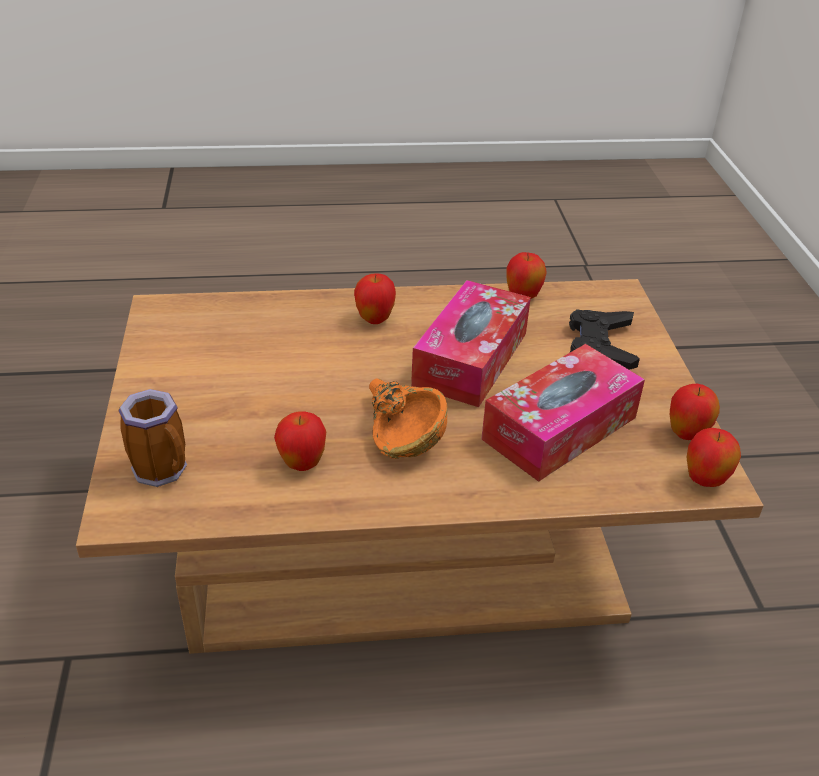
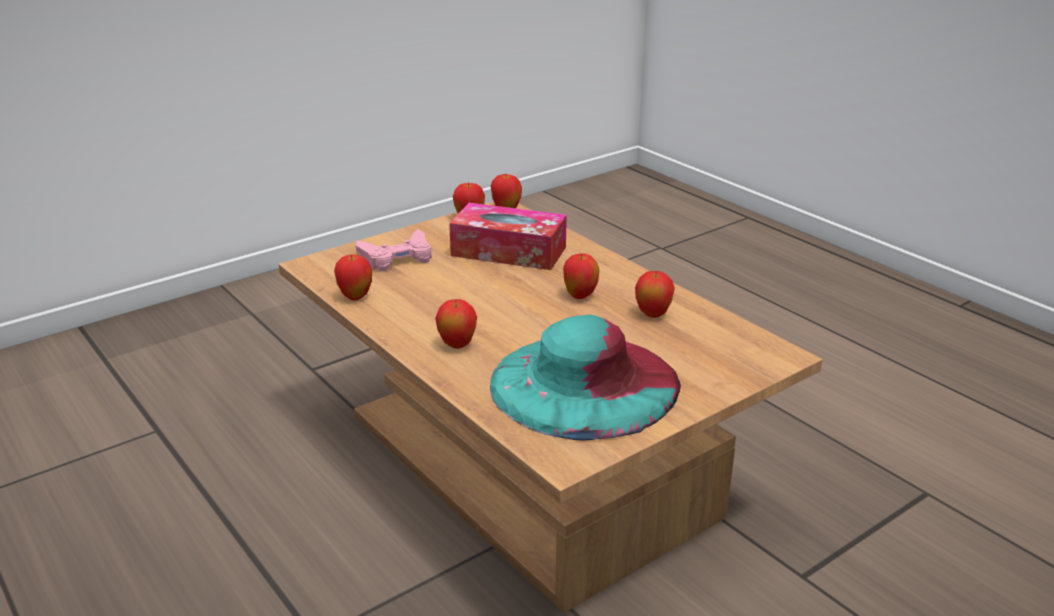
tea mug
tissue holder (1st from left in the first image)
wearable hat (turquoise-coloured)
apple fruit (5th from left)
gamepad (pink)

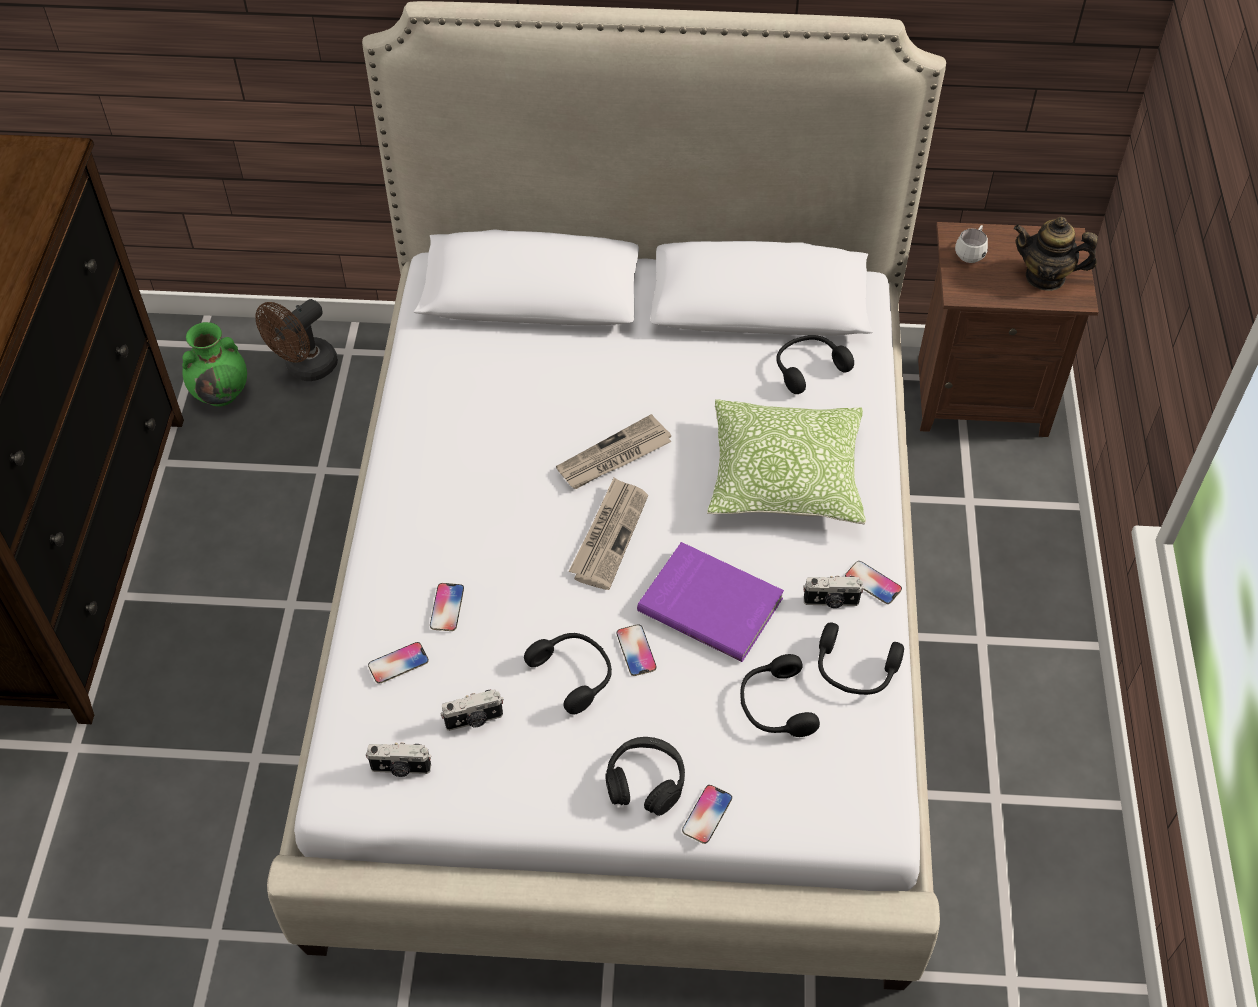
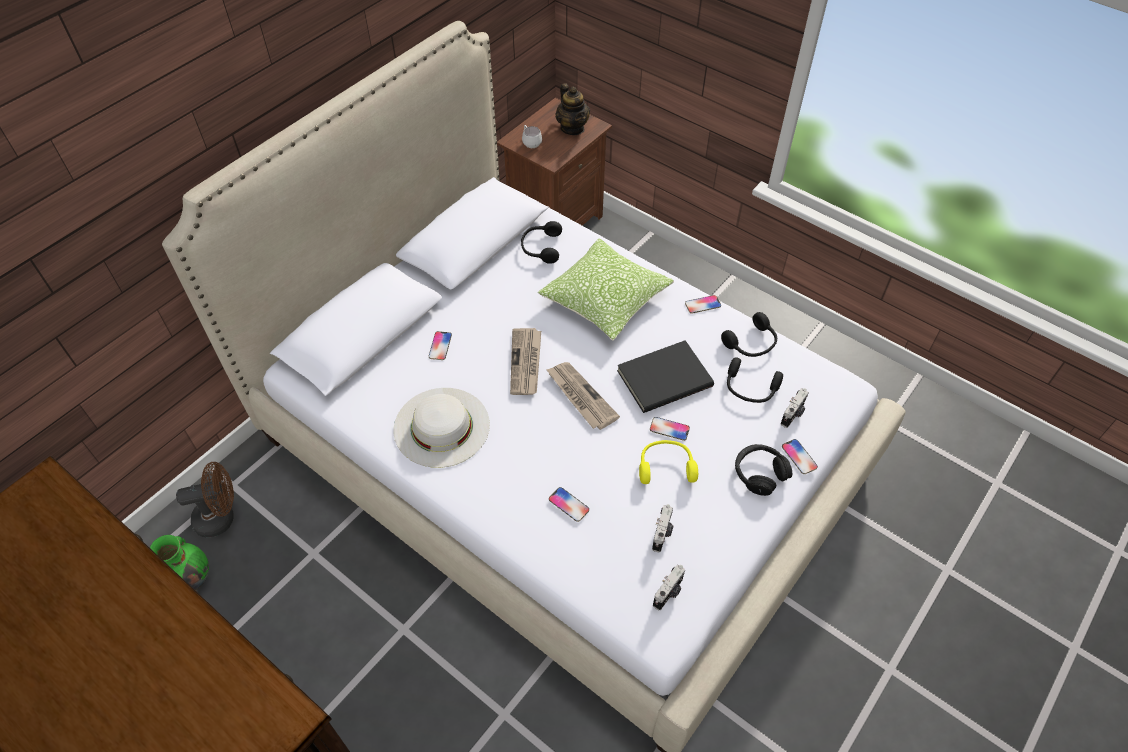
wearable hat (white)
telephone (1st from left)
photo camera (3rd from left)
headset (yellow)
book (blackish)
fan (brown)
teapot

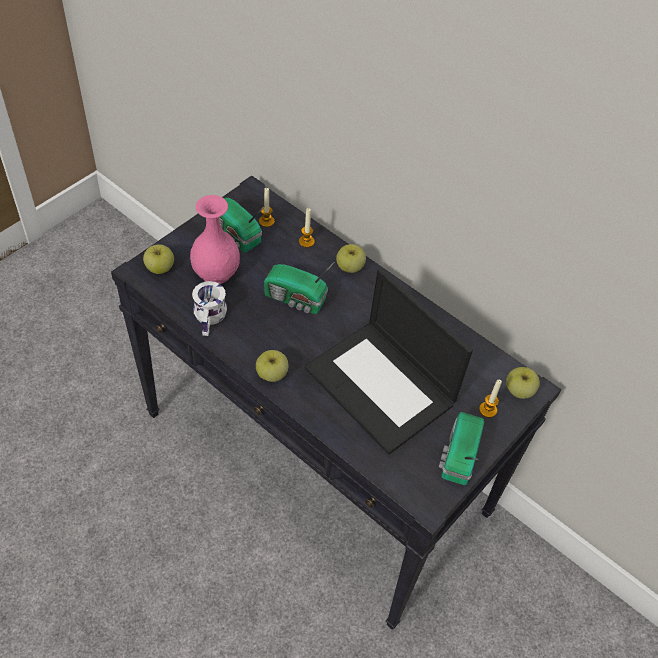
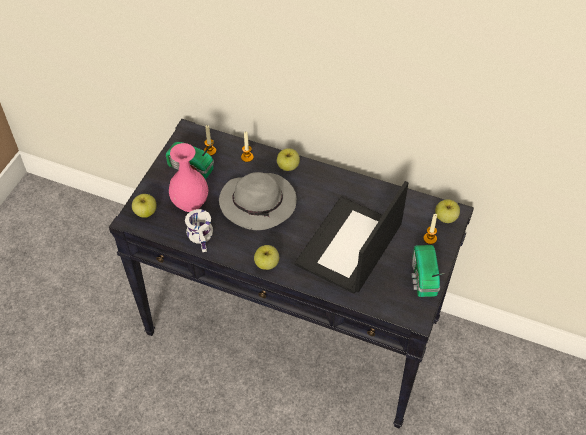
wearable hat (gray)
notebook computer

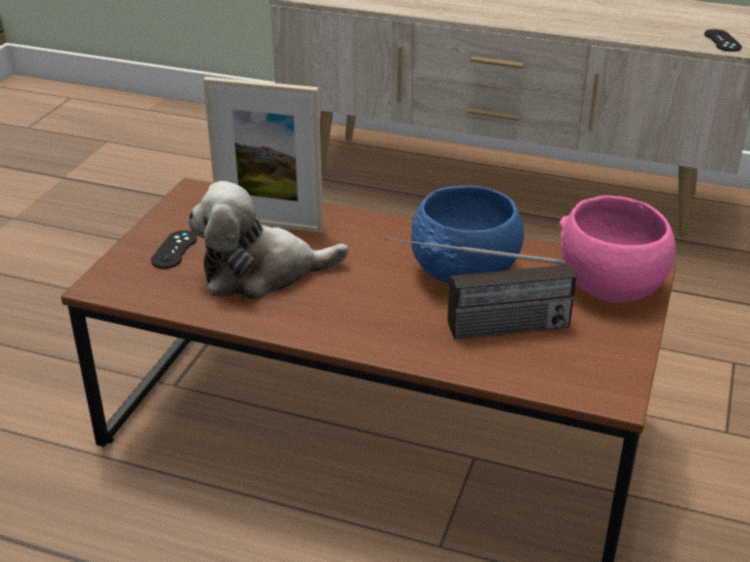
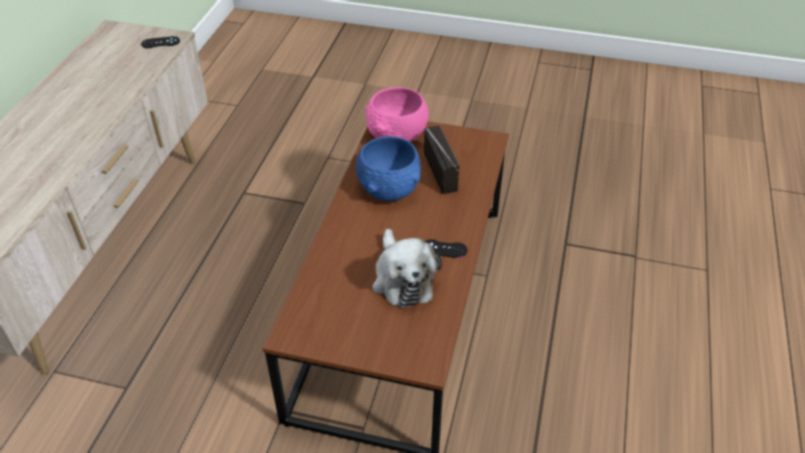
photo frame
gamepad (blackish) (2nd from left)

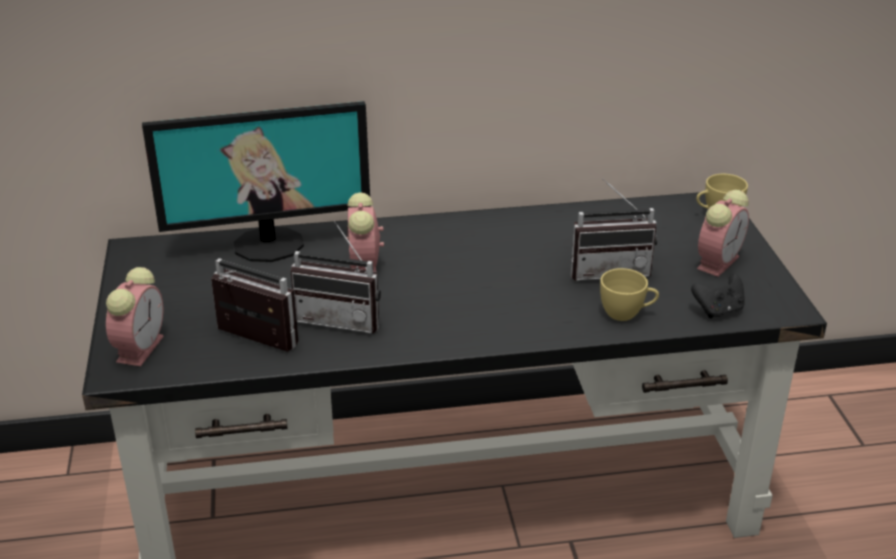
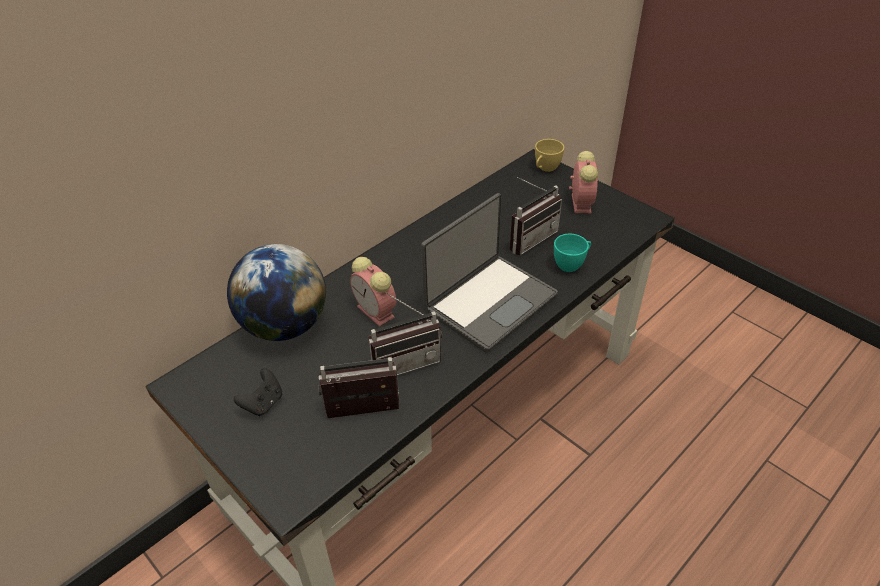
alarm clock (1st from left in the first image)
notebook computer
gamepad (blackish)
globe
cup (turquoise-coloured)

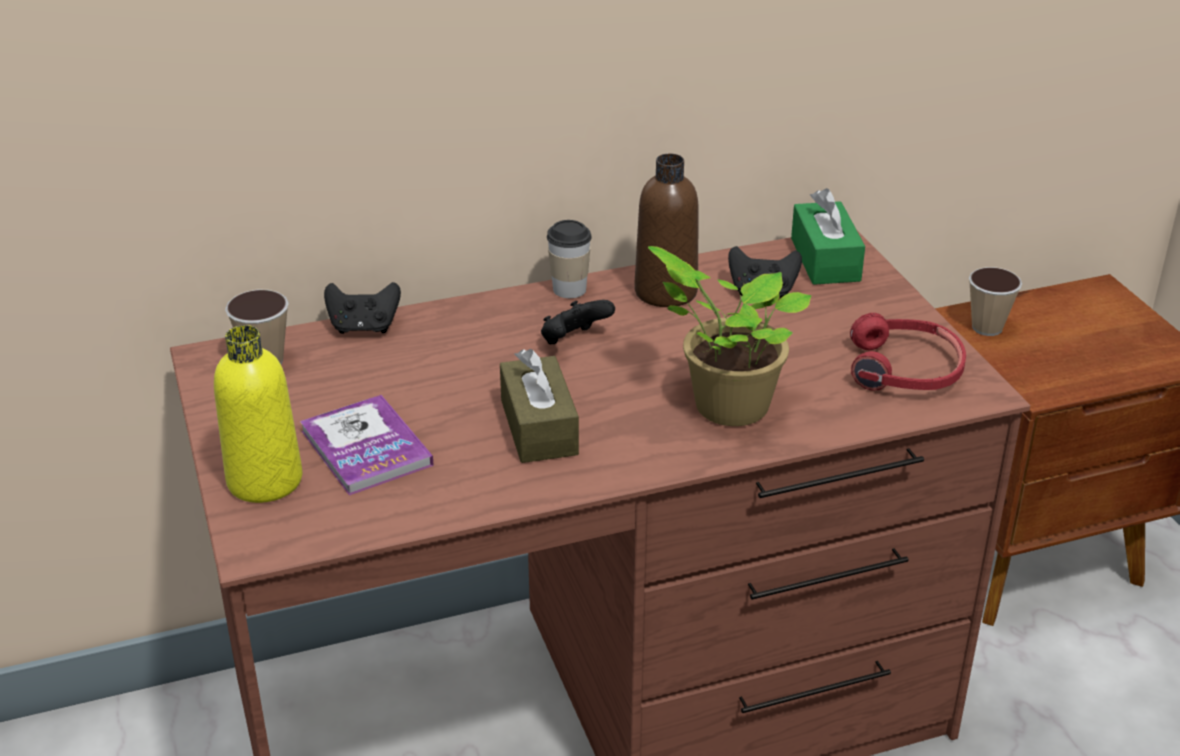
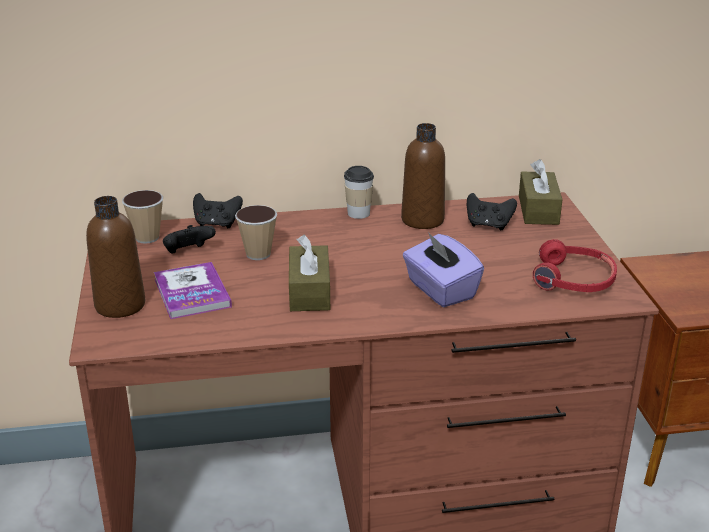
gamepad (blackish) (1st from left)
cup (2nd from left)
tissue holder (purplish)
beverage bottle (brown) (1st from left)
tissue holder (brown) (2nd from left)

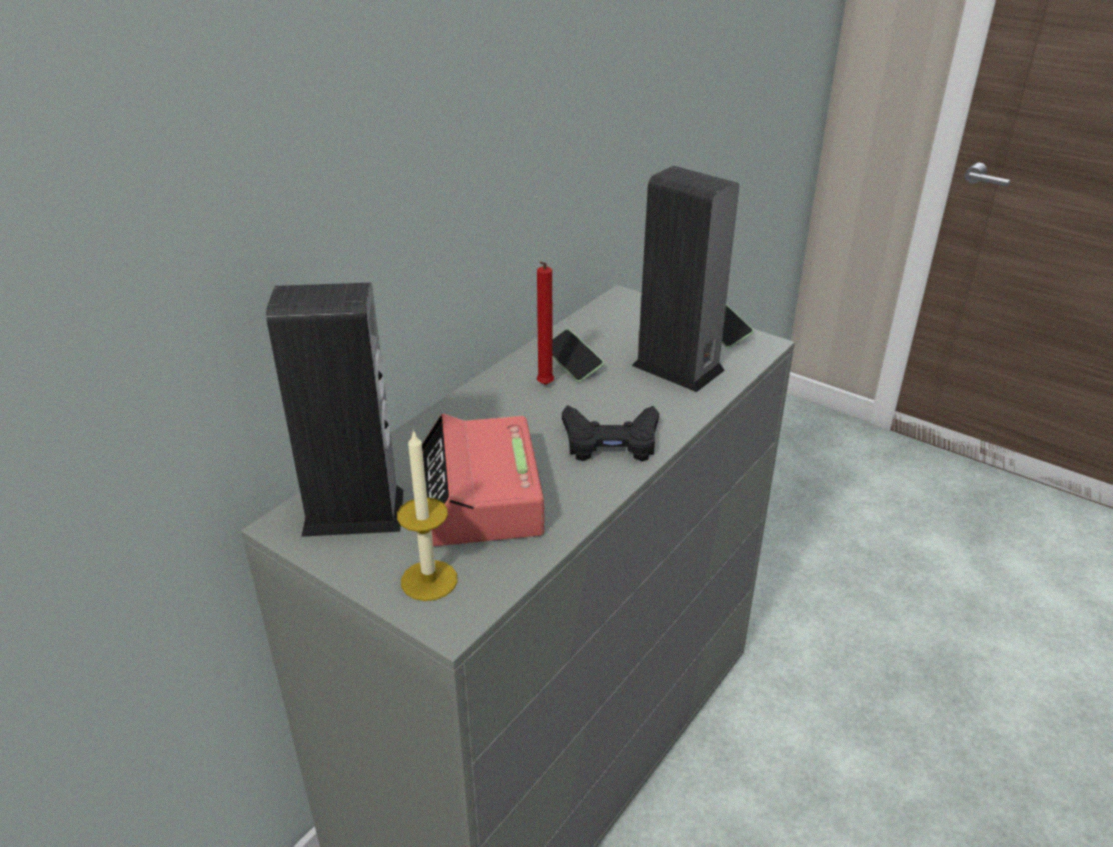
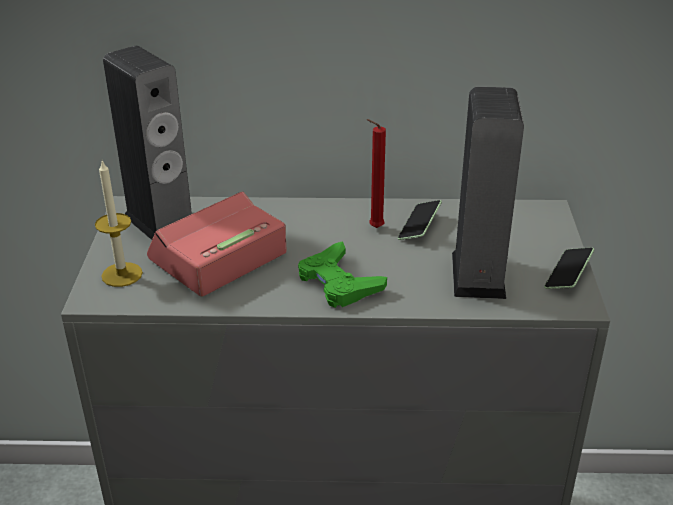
gamepad (greenish)

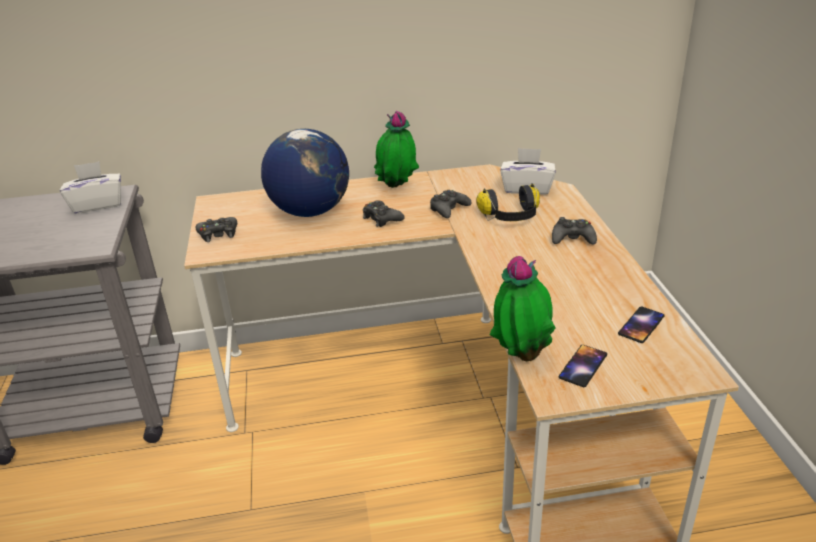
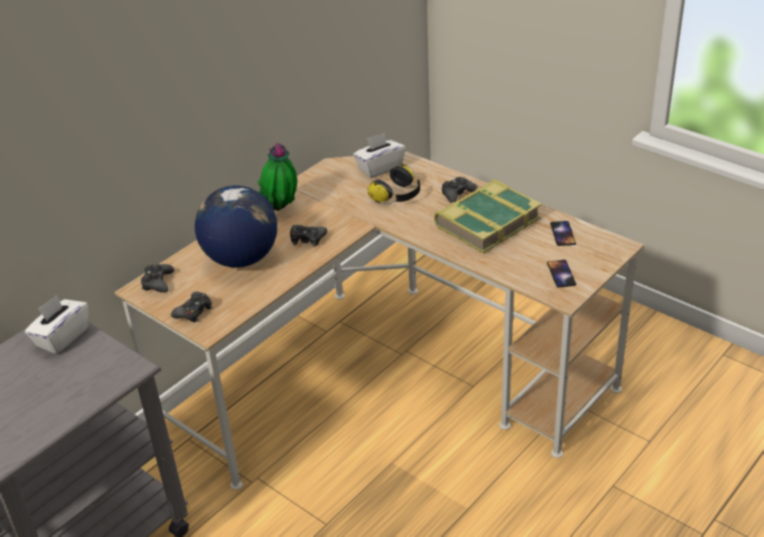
houseplant (2nd from left in the first image)
book
gamepad (blackish) (1st from left)

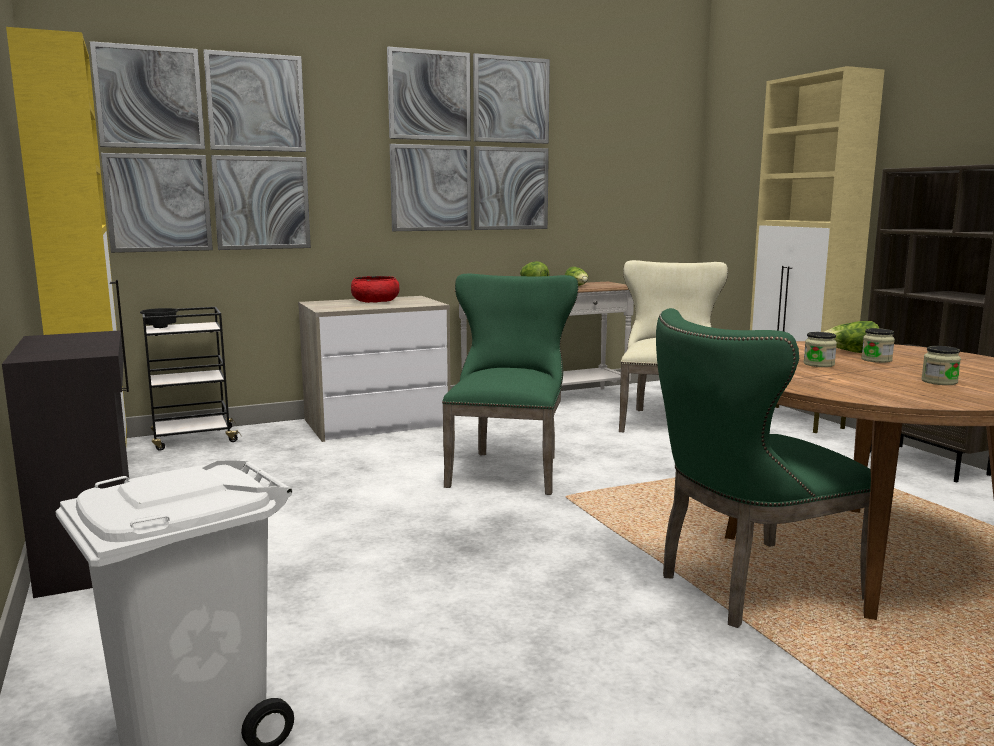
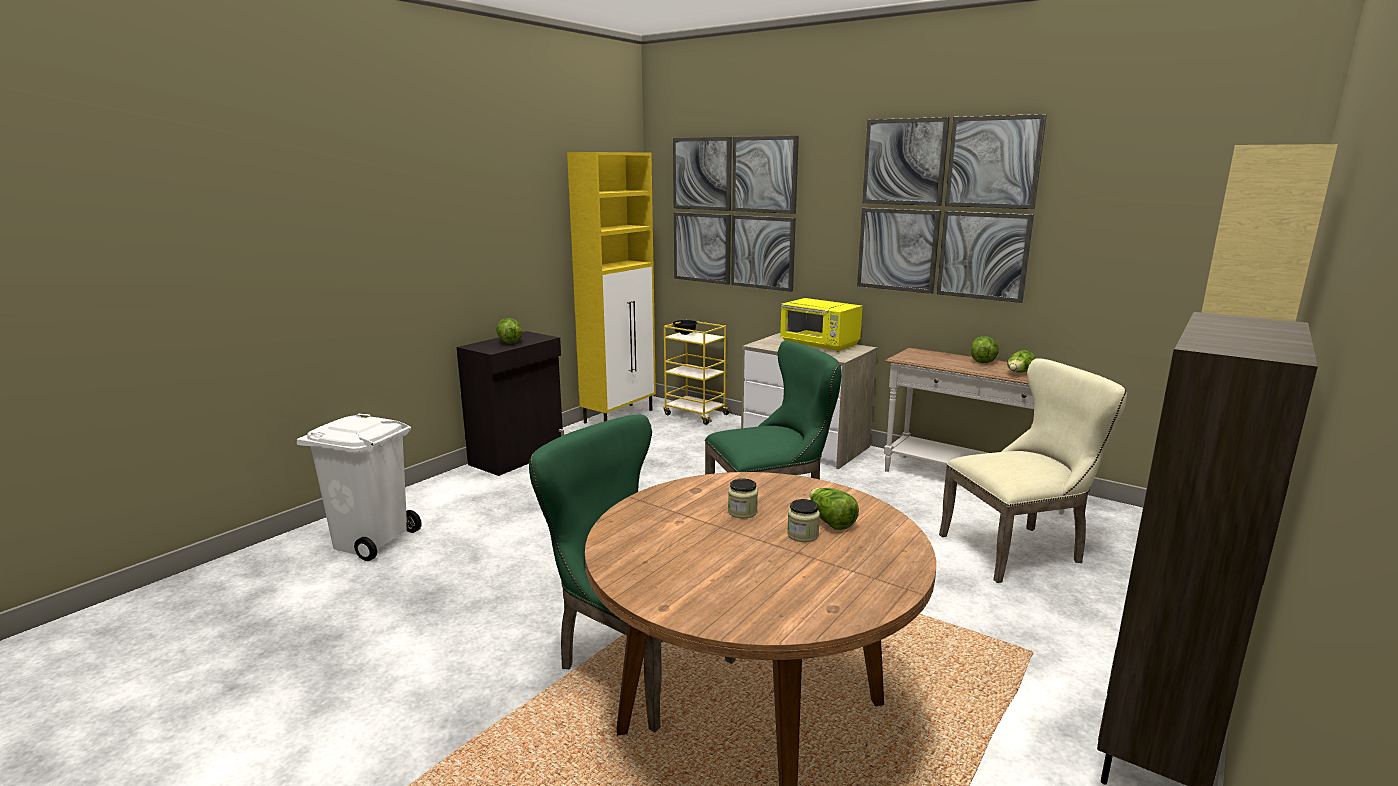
preserve jar (3rd from left in the first image)
lettuce (1st from left)
microwave oven (yellow)
cart (yellow)

